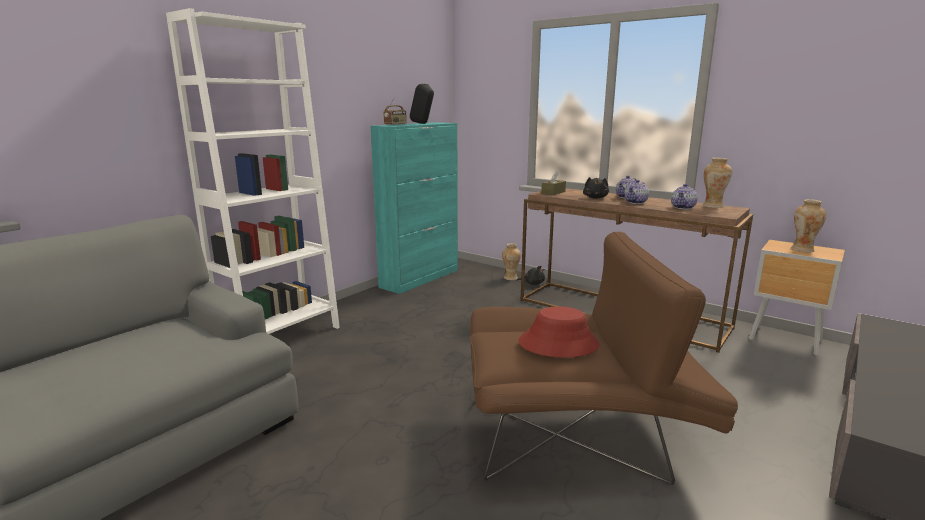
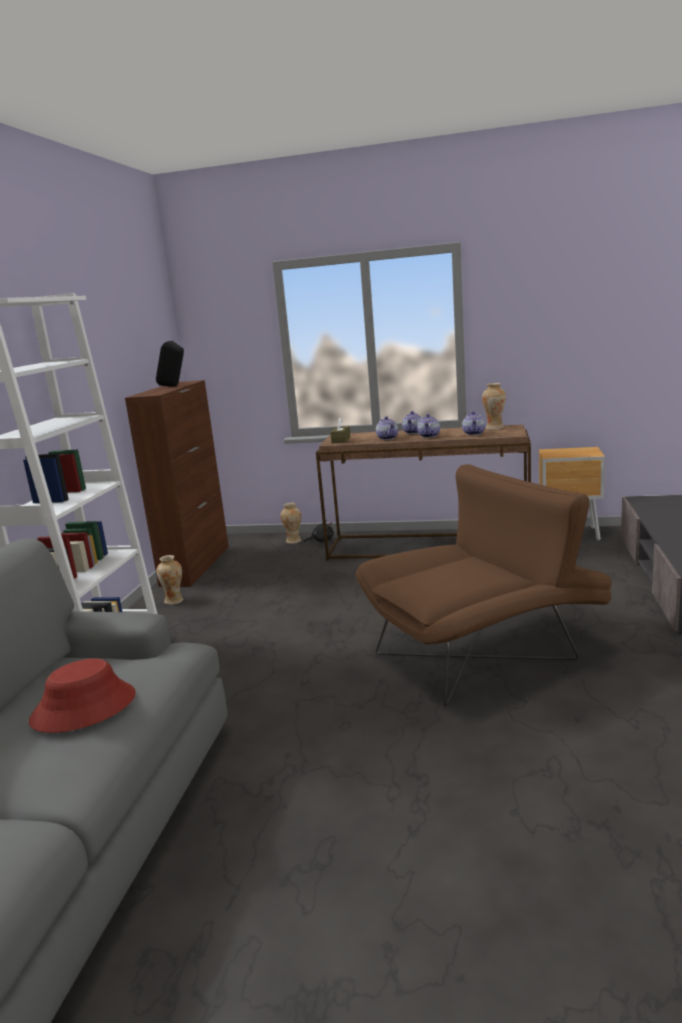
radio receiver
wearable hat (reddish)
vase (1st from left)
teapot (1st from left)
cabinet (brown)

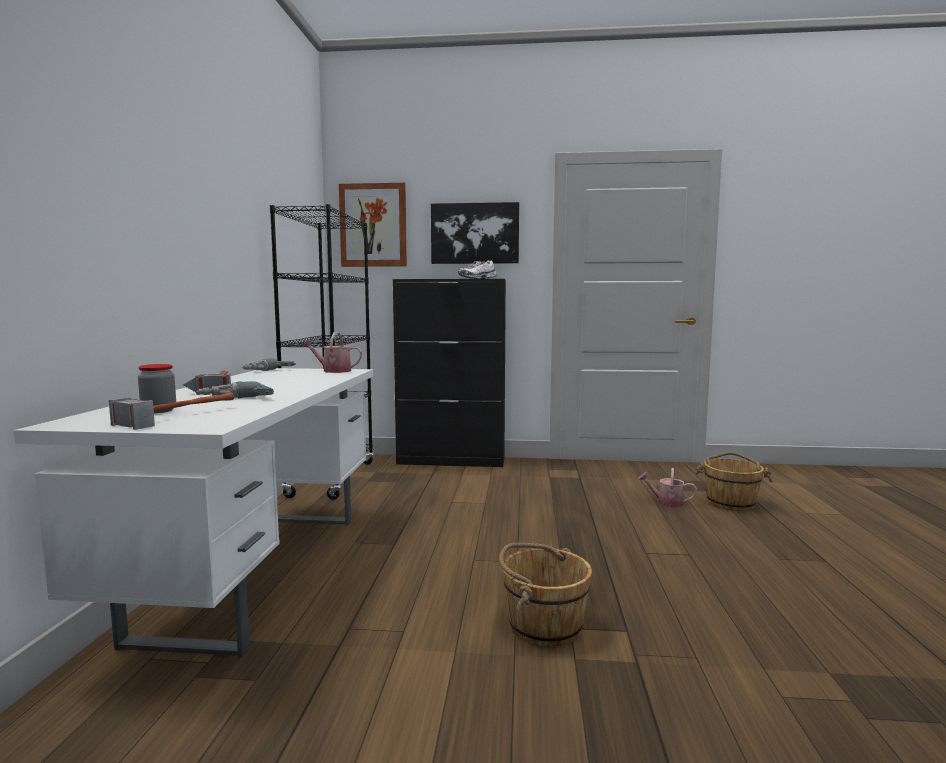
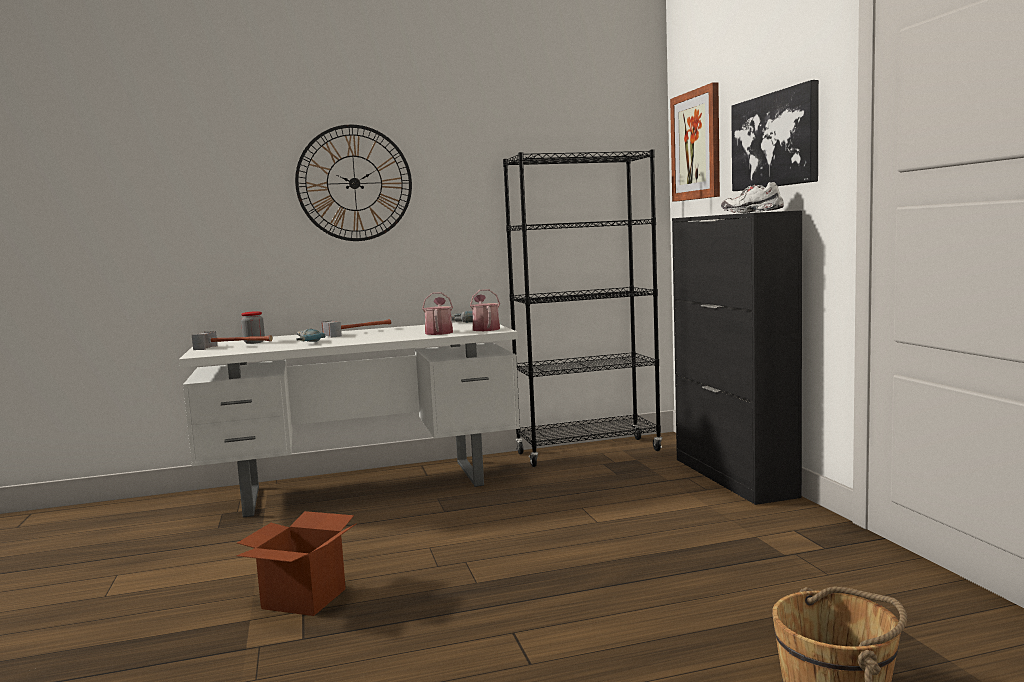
wall clock
sprinkling can (1st from left)
packing box

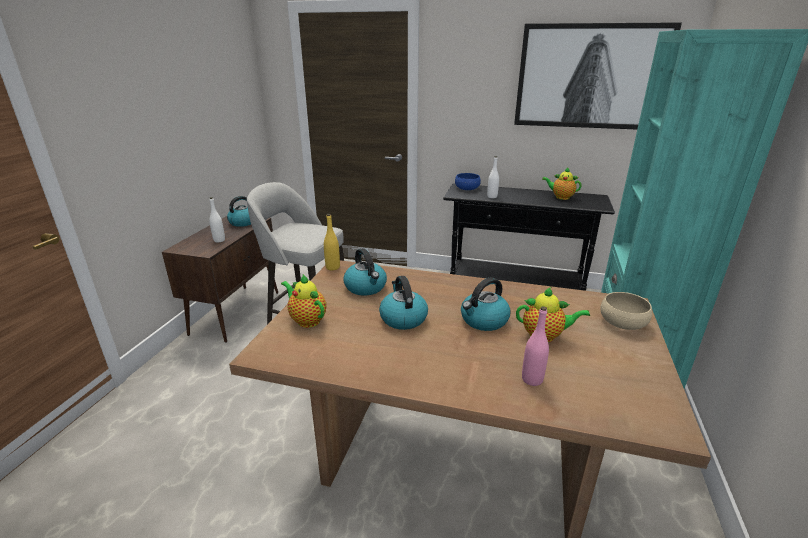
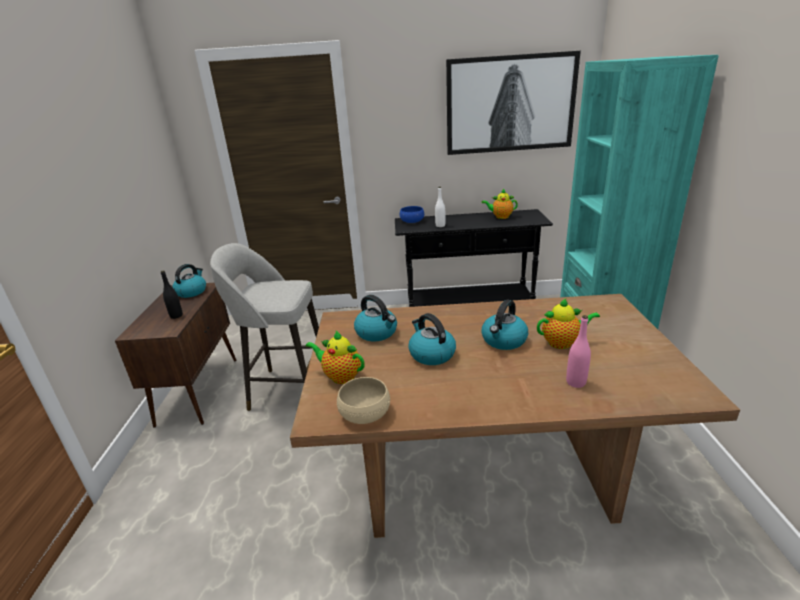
beverage bottle (yellow)
serving bowl (beige-coloured)
beverage bottle (blackish)

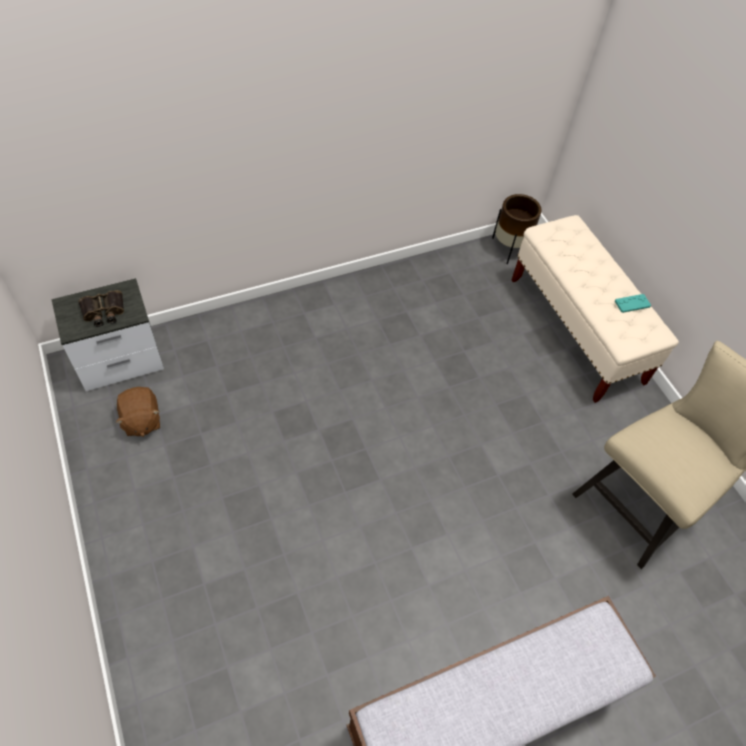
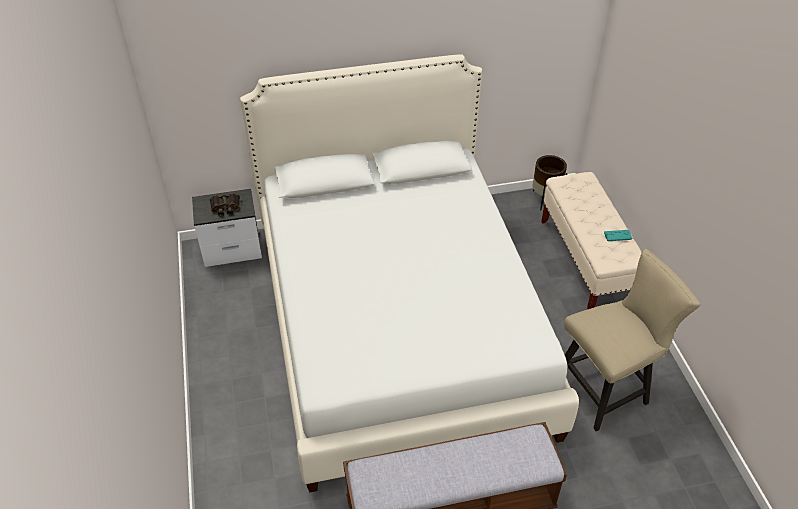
cuddly toy (brown)
bedroom bed (white)

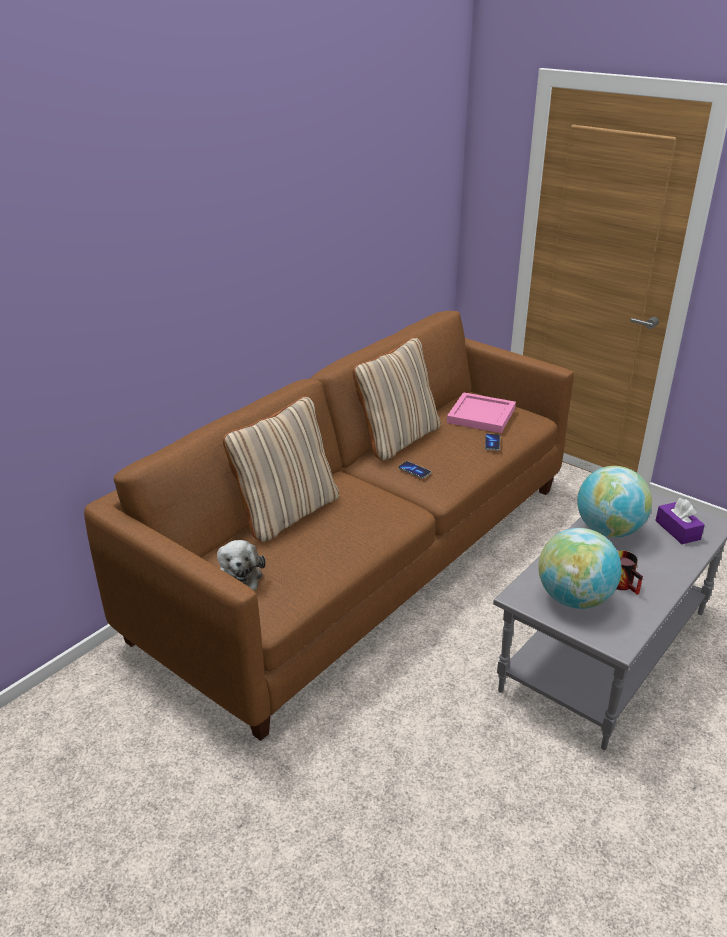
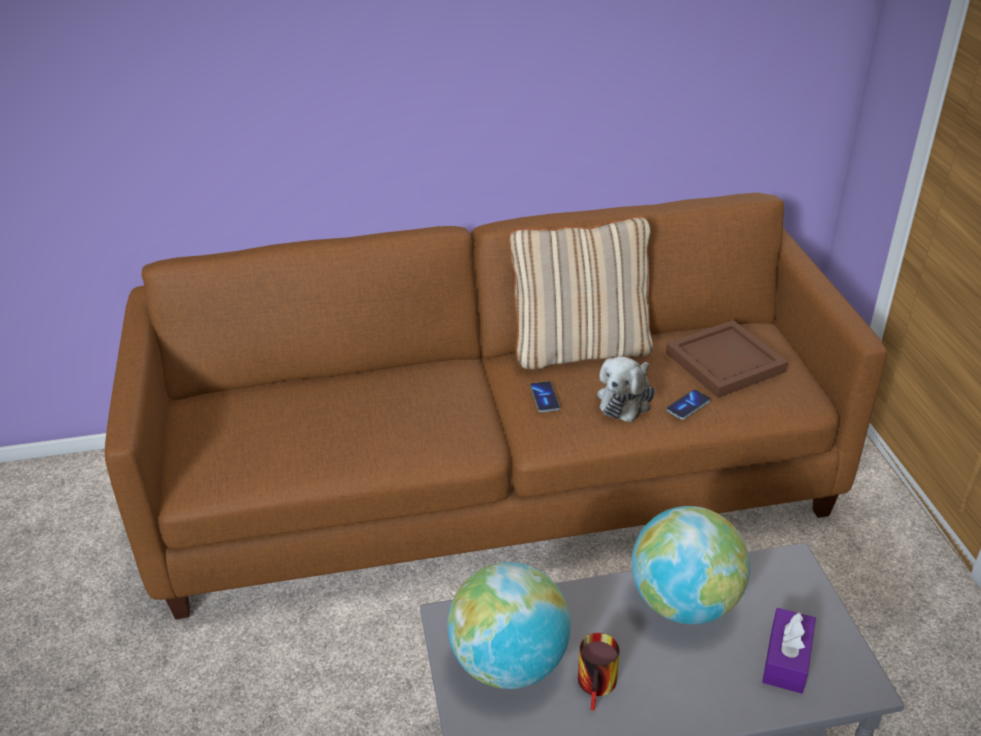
throw pillow (beige-coloured) (1st from left in the first image)
cuddly toy
tray (brown)

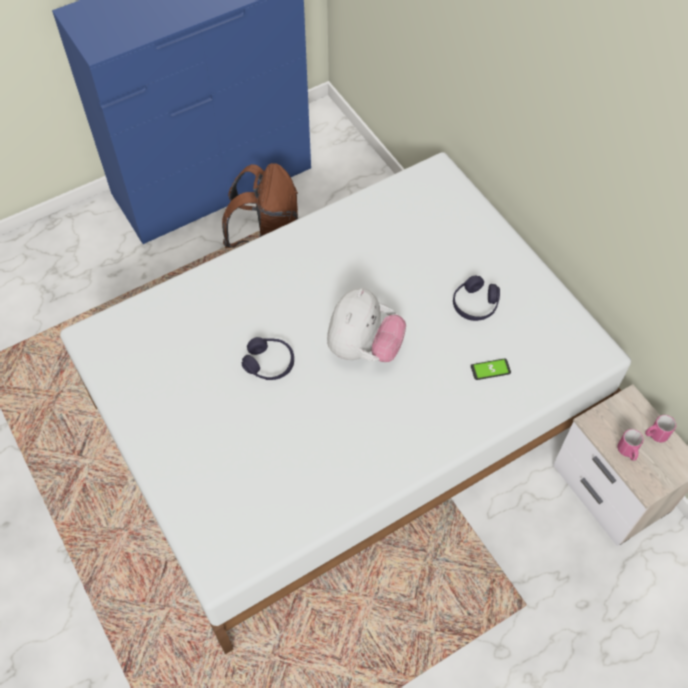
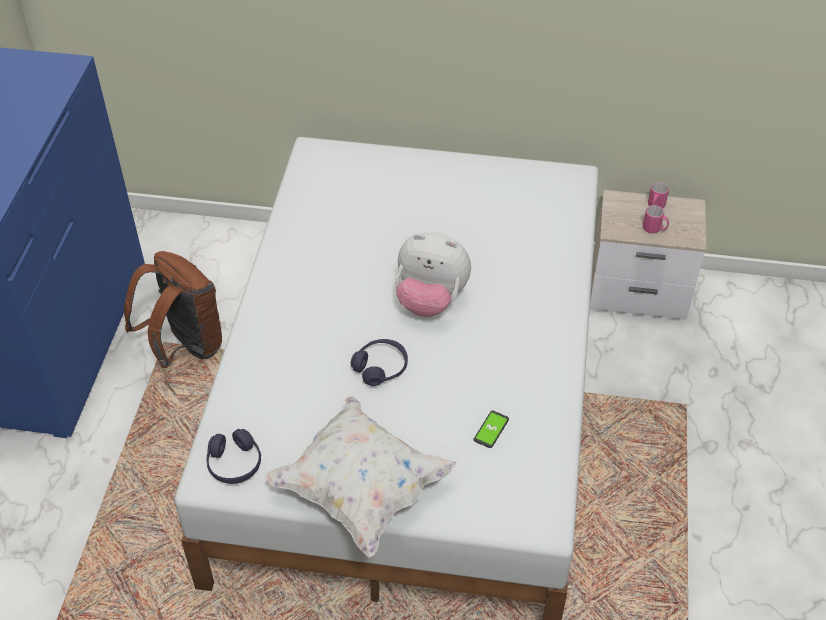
throw pillow (white)
headset (purplish) (1st from left)
telephone
cuddly toy

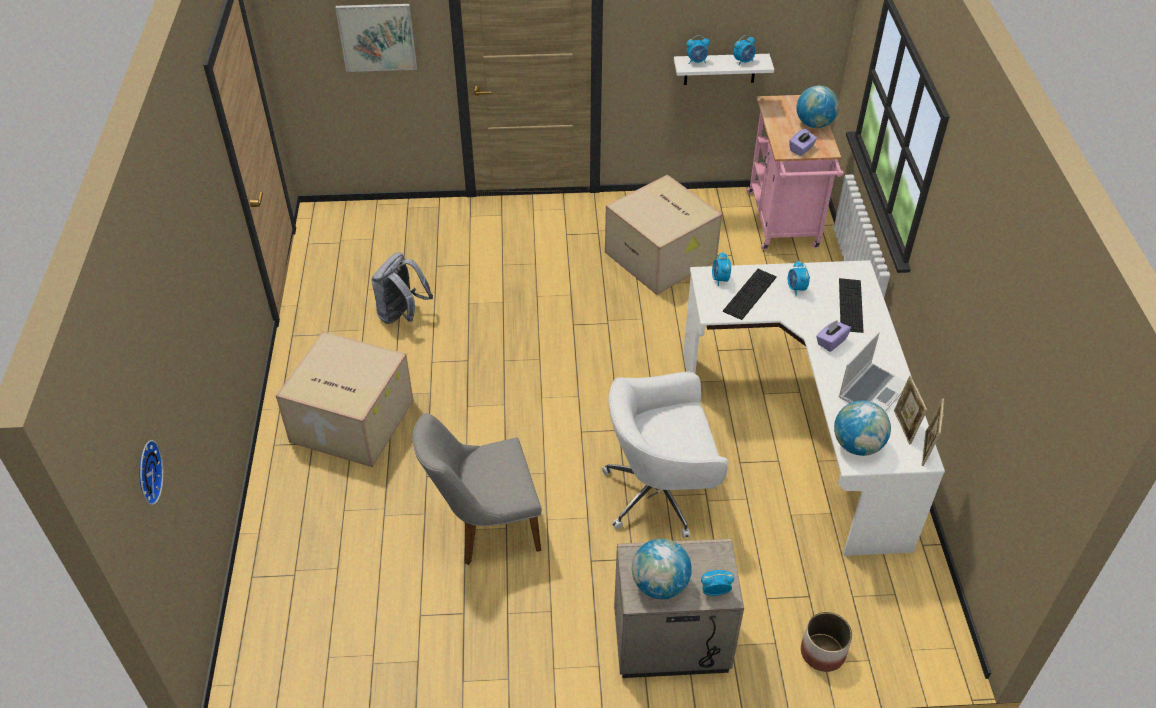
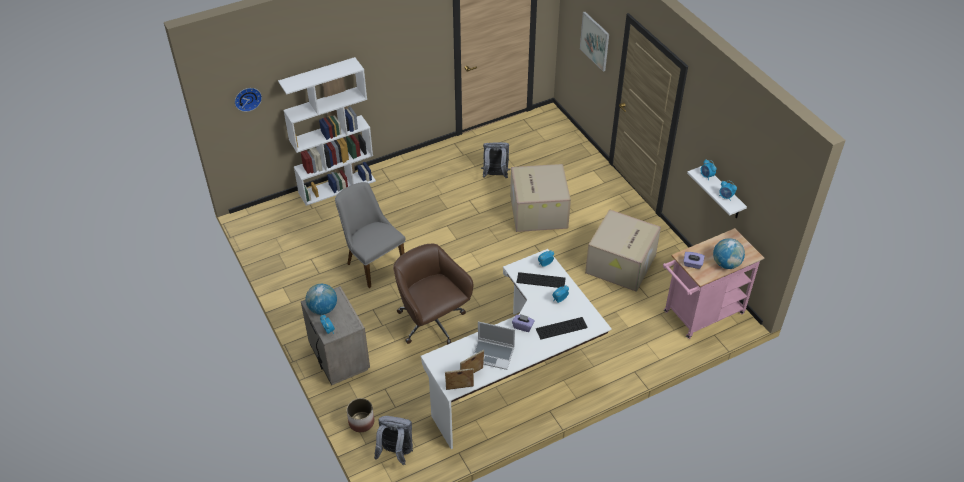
globe (3rd from left in the first image)
bookshelf (white)
knapsack (gray) (1st from left)
packing box (1st from left)
office chair (brown)

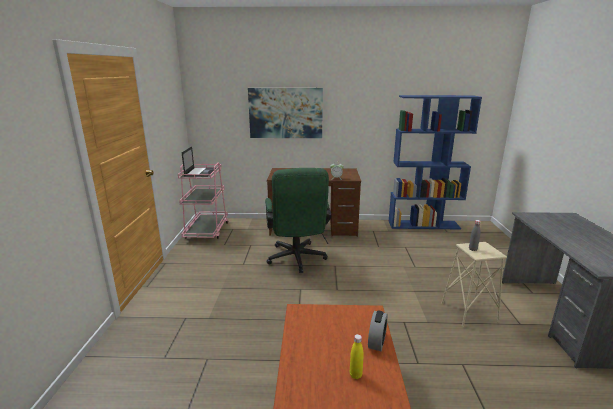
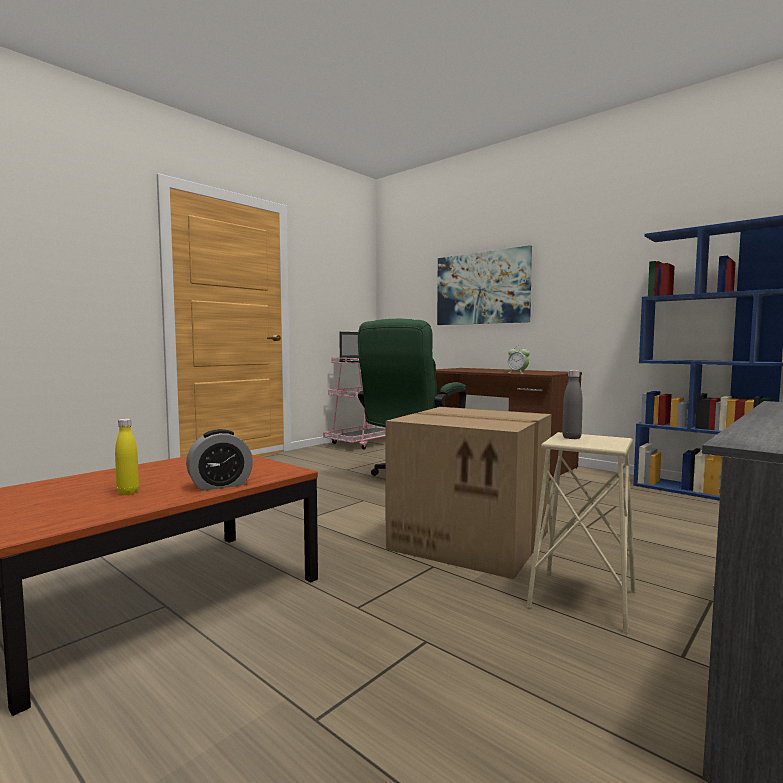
packing box

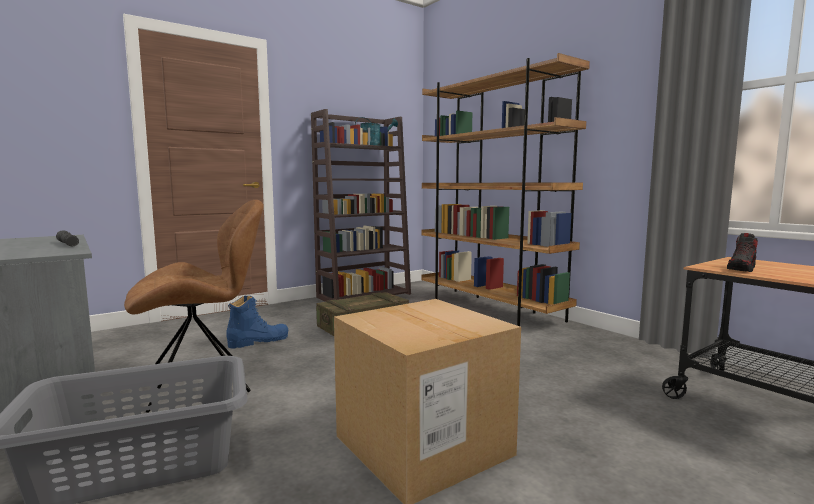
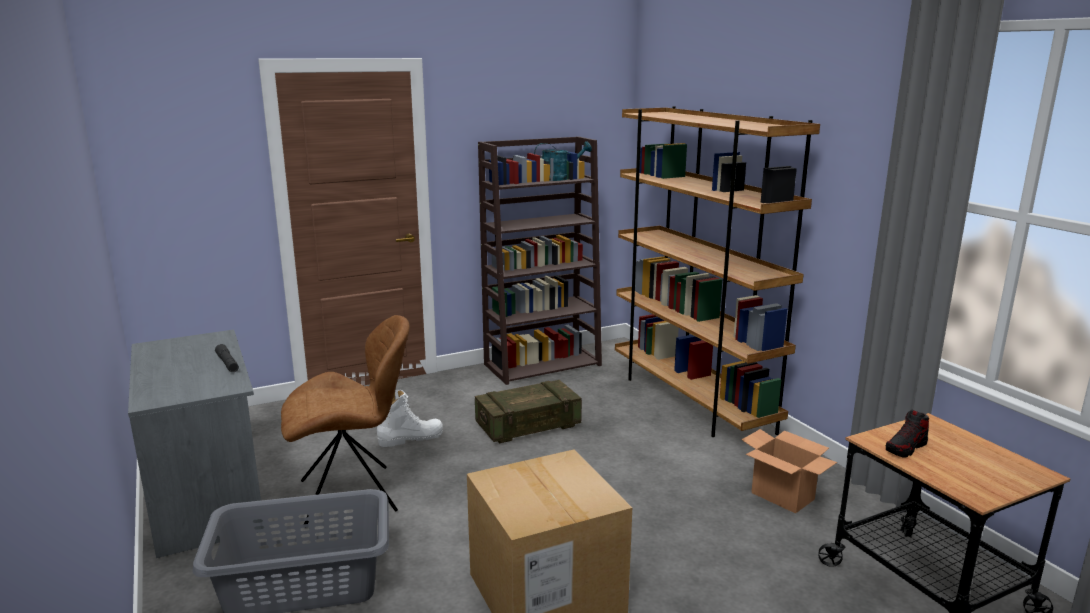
packing box (2nd from left)
boot (white)

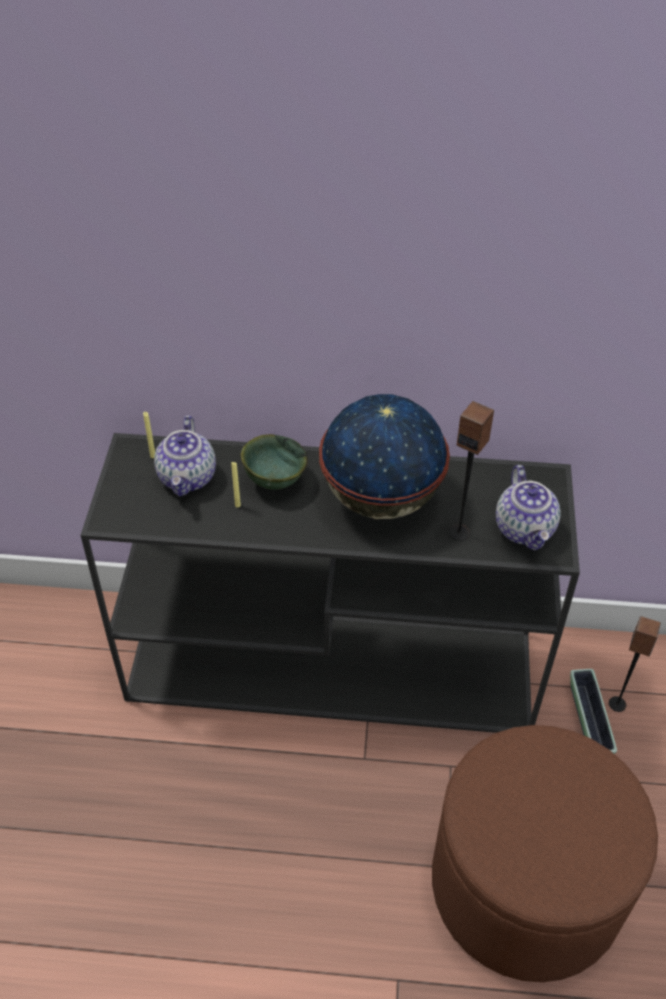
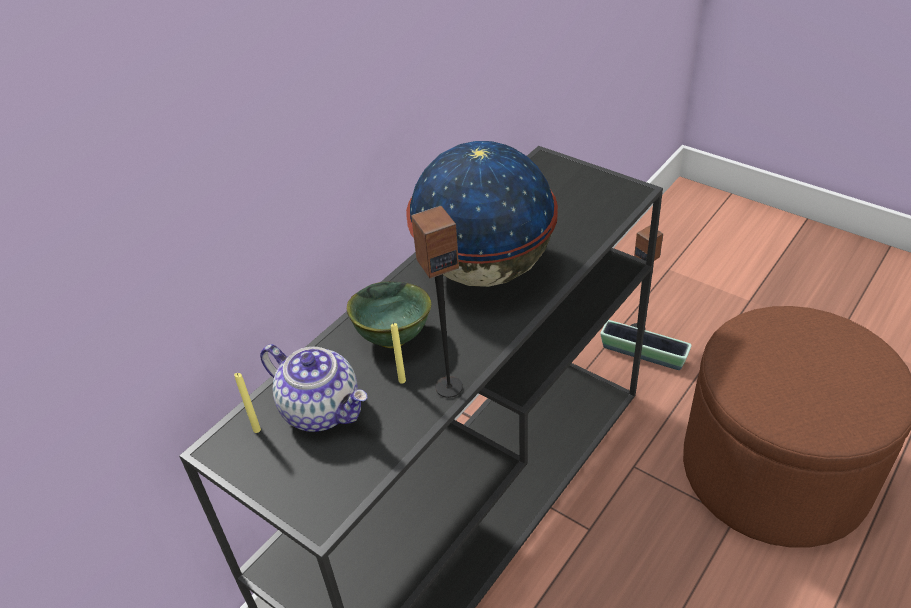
teapot (2nd from left in the first image)
loudspeaker (1st from left)

